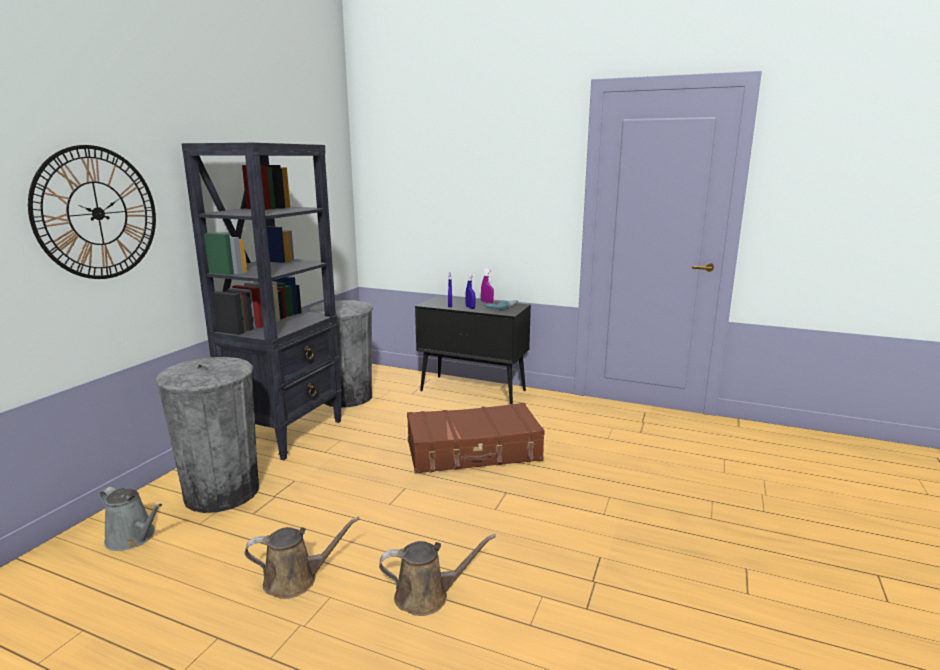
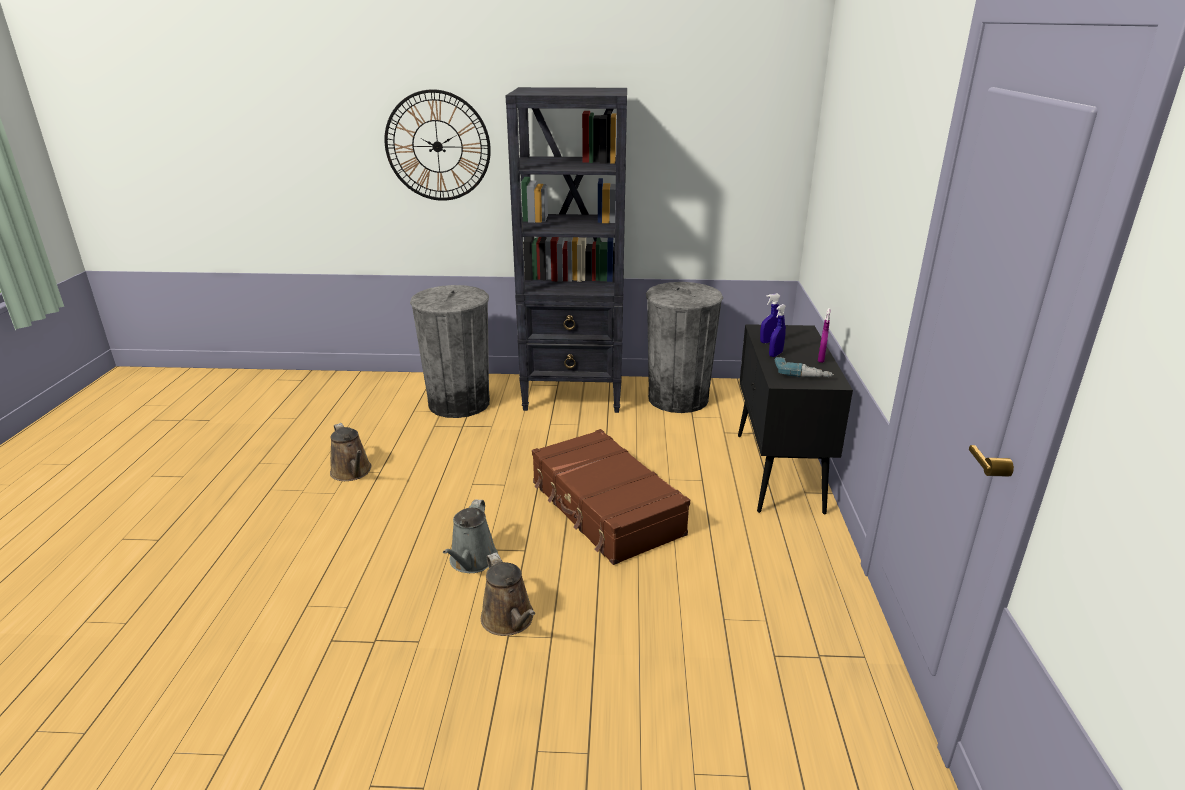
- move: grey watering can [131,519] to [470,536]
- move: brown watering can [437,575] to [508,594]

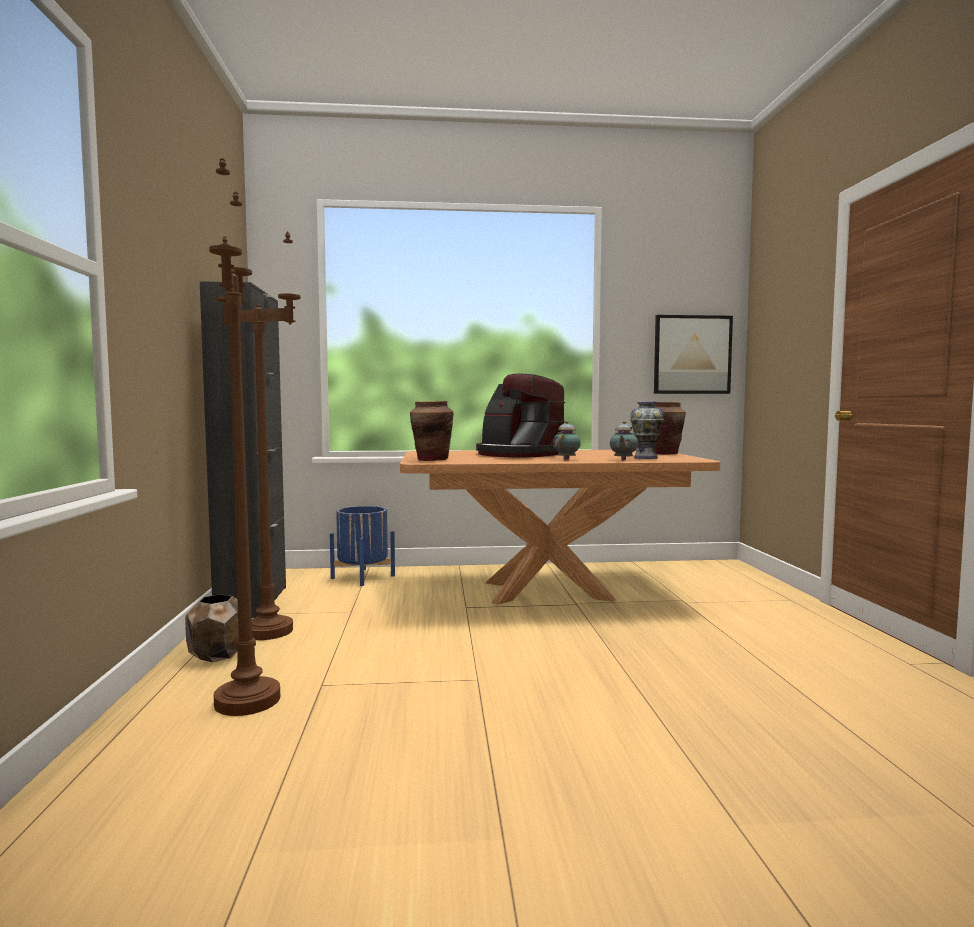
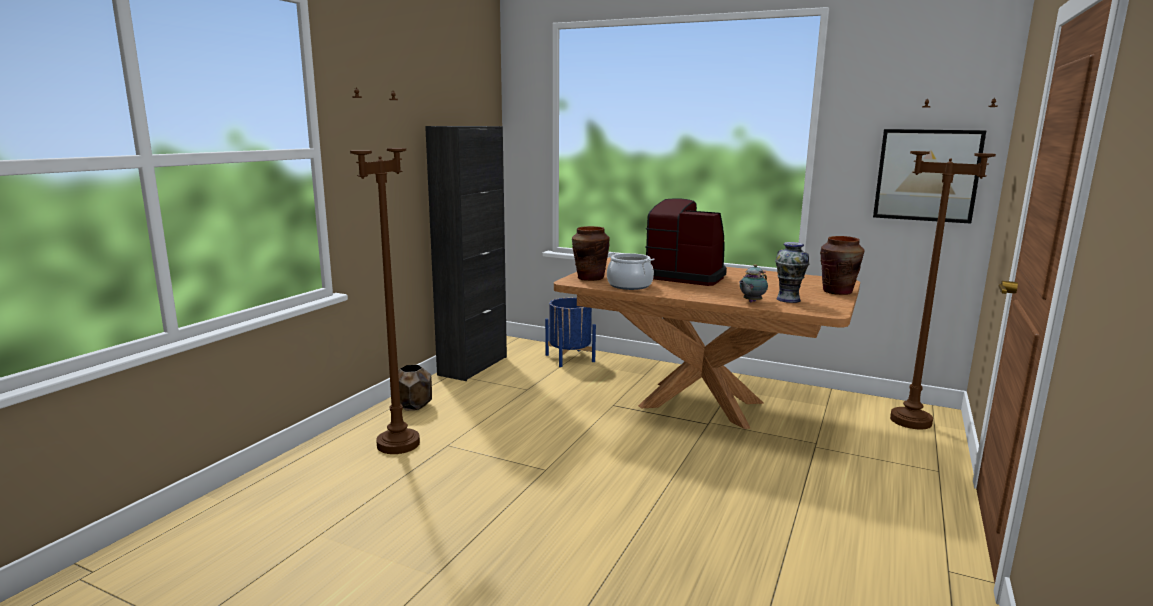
- delete: teapot [567,440]
- insert: cooking pot [630,271]
- move: brown floor lamp [258,436] to [944,263]
- rotate: coffee machine [520,416] = [686,242] 135 degrees clockwise

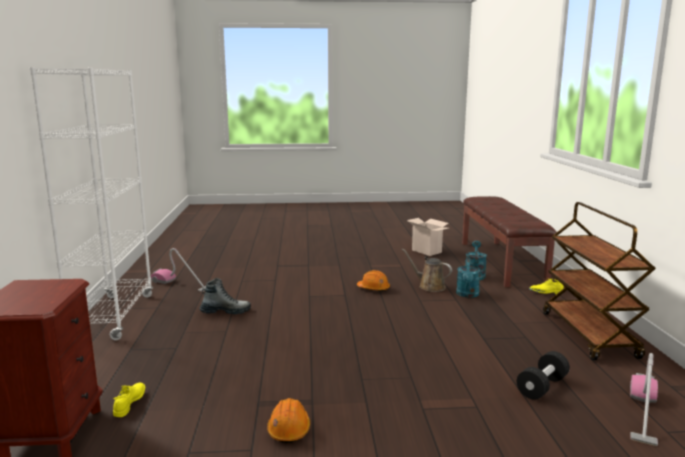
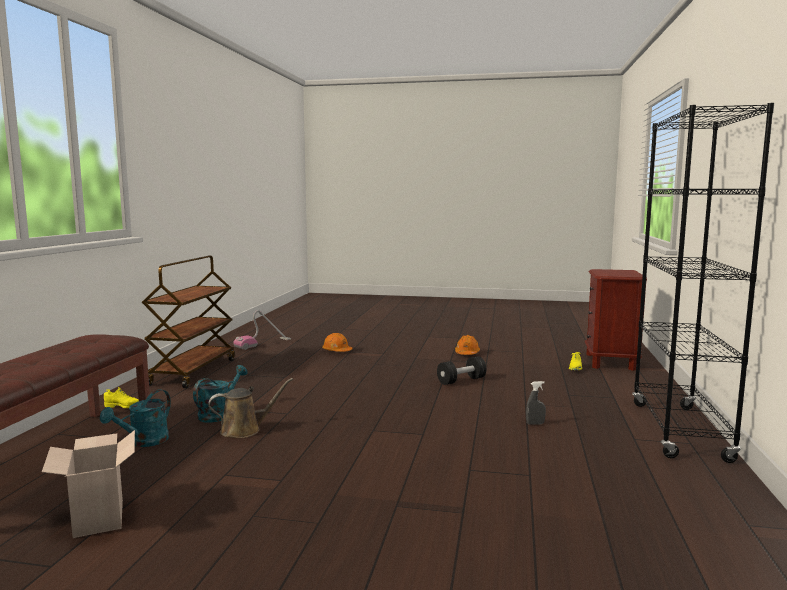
- delete: vacuum cleaner [178,270]
- move: orange hard hat [373,281] to [337,342]
- move: black dumbbell [543,375] to [461,370]
- replace: boot [225,296] to grey spray bottle [536,403]
- recolor: white bookcase [91,203] to black bookcase [703,283]
- rotate: brown watering can [427,270] = [251,408] 75 degrees counterclockwise

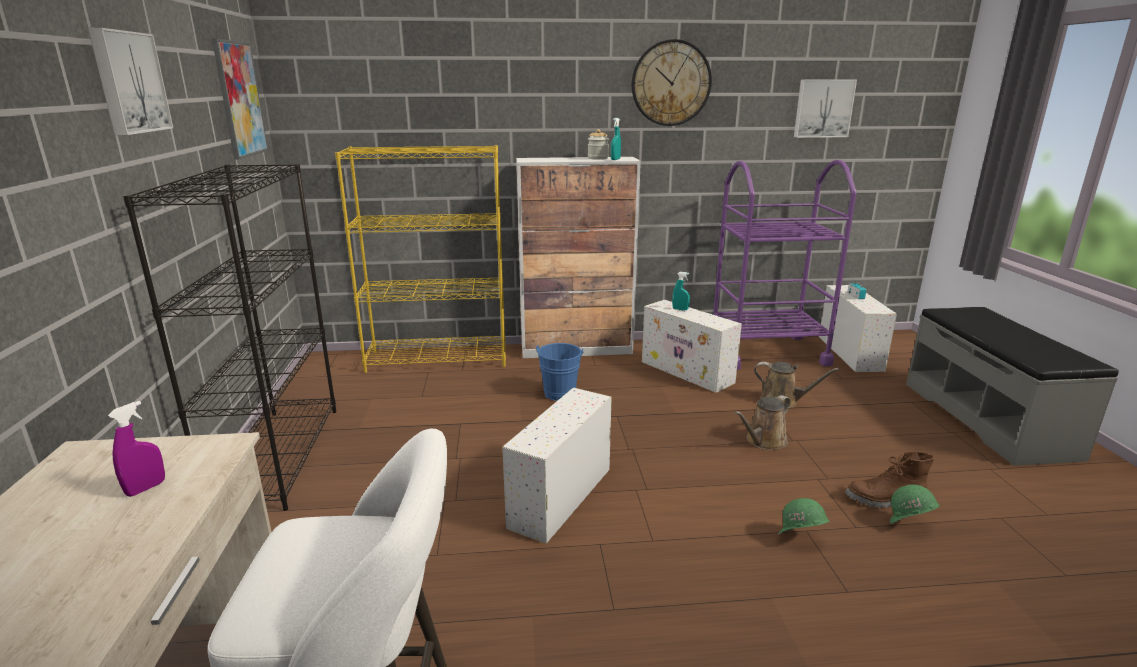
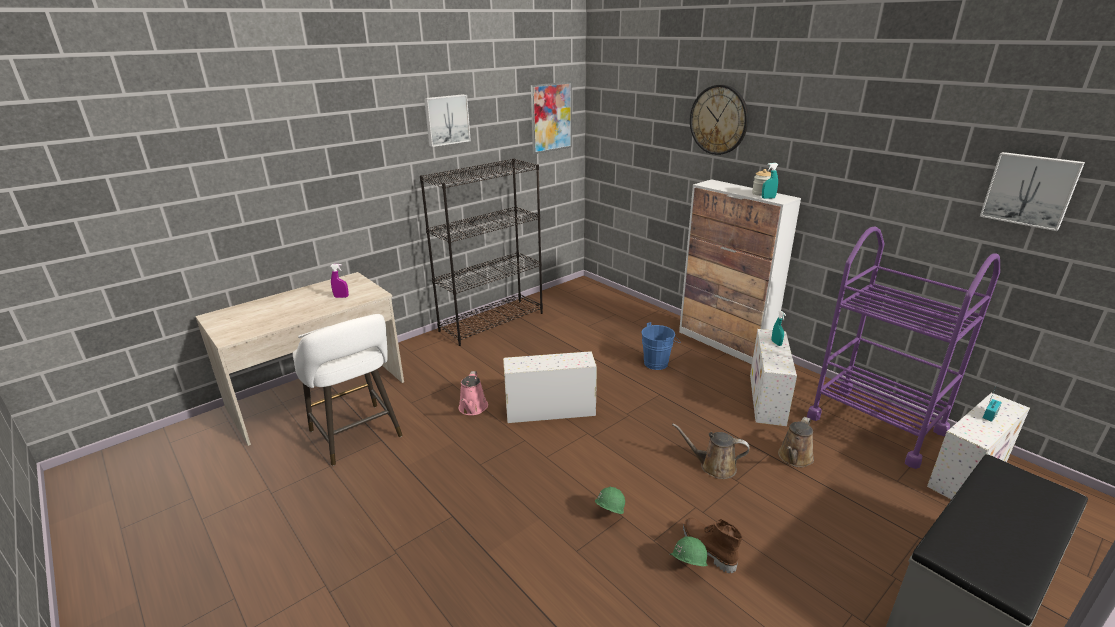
- delete: yellow bookcase [420,259]
- insert: pink watering can [473,393]
- move: wall clock [672,82] to [719,120]
- rotate: brown watering can [796,385] = [796,442] 45 degrees clockwise

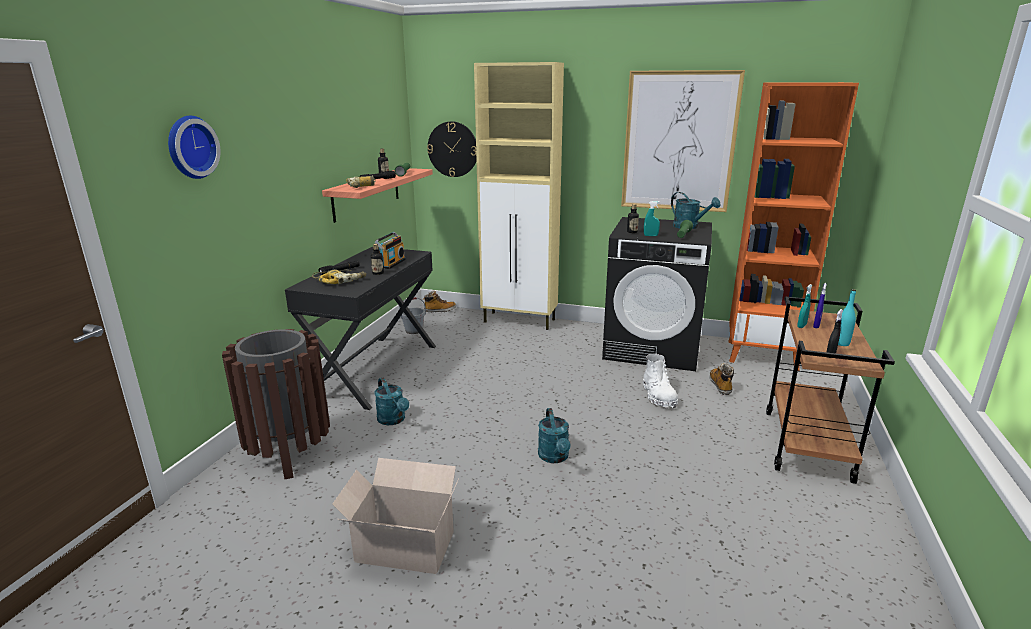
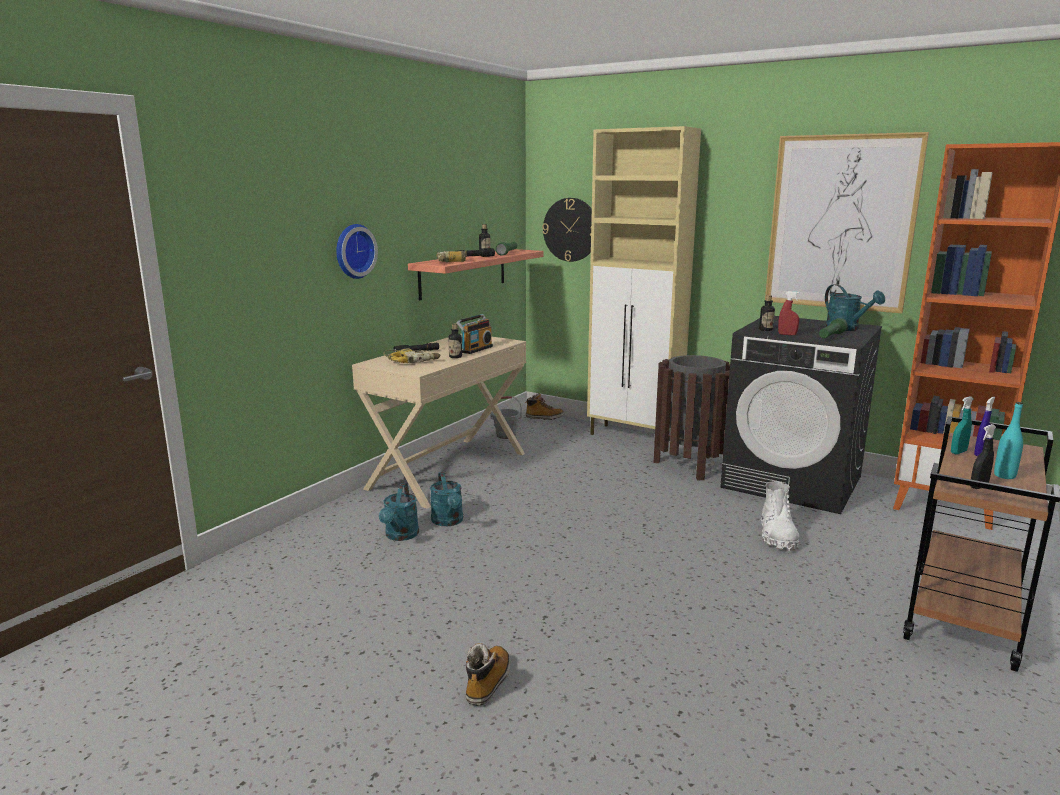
- delete: cardboard box [395,516]
- move: wall clock [194,147] to [357,251]
- move: brown trash can [276,404] to [692,417]
- move: turquoise watering can [554,435] to [399,512]
- move: boot [721,379] to [488,674]
- recolor: black desk [360,328] to beige desk [439,421]
- recolor: turquoise spray bottle [652,218] to red spray bottle [789,313]

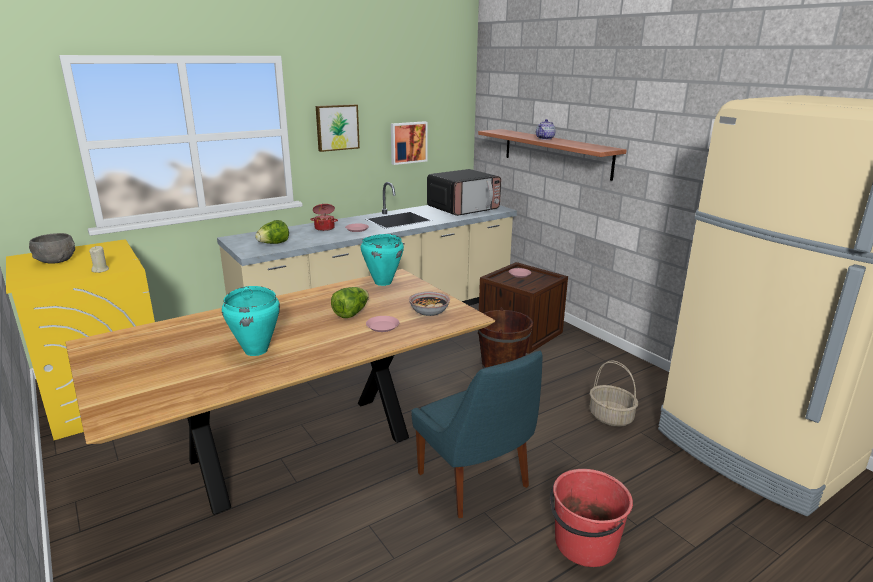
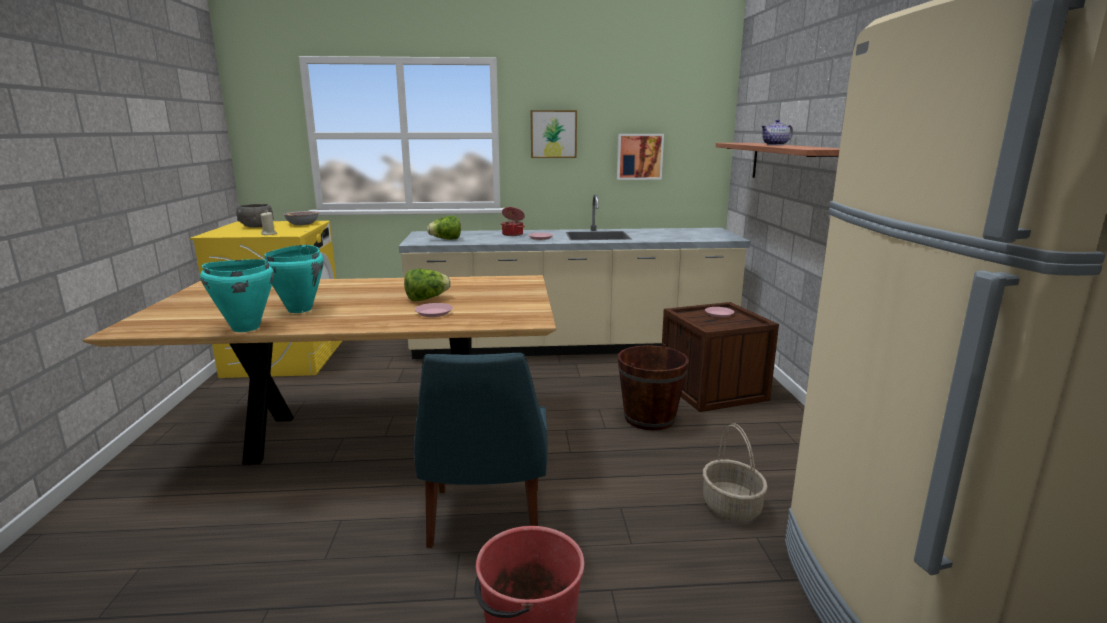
- delete: microwave [464,192]
- move: turquoise cooking pot [382,260] to [237,295]
- move: bowl [429,304] to [301,218]

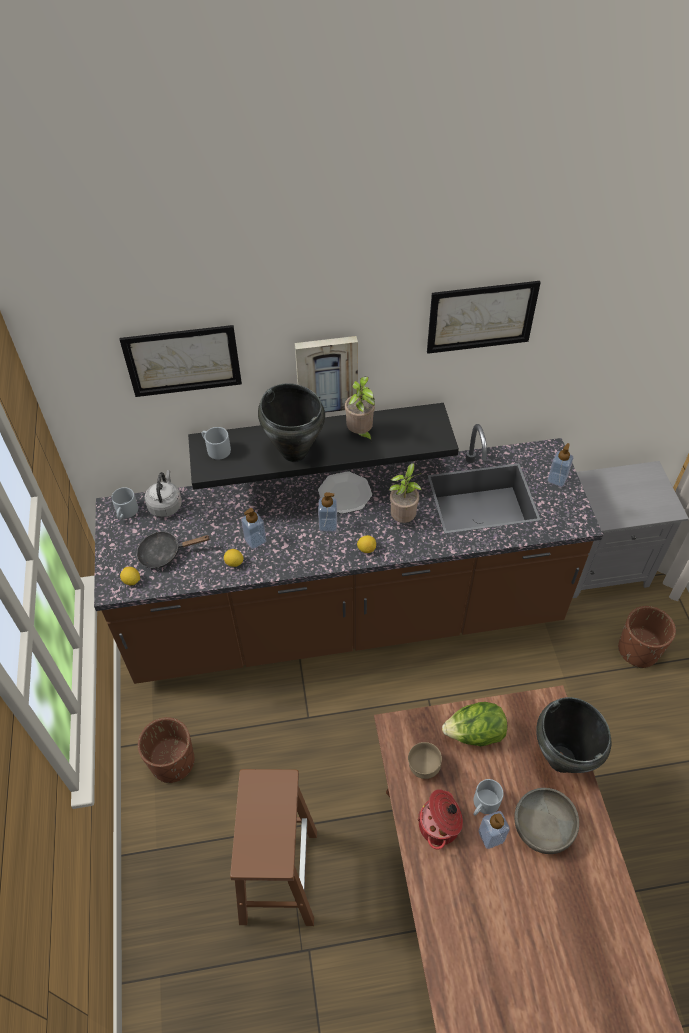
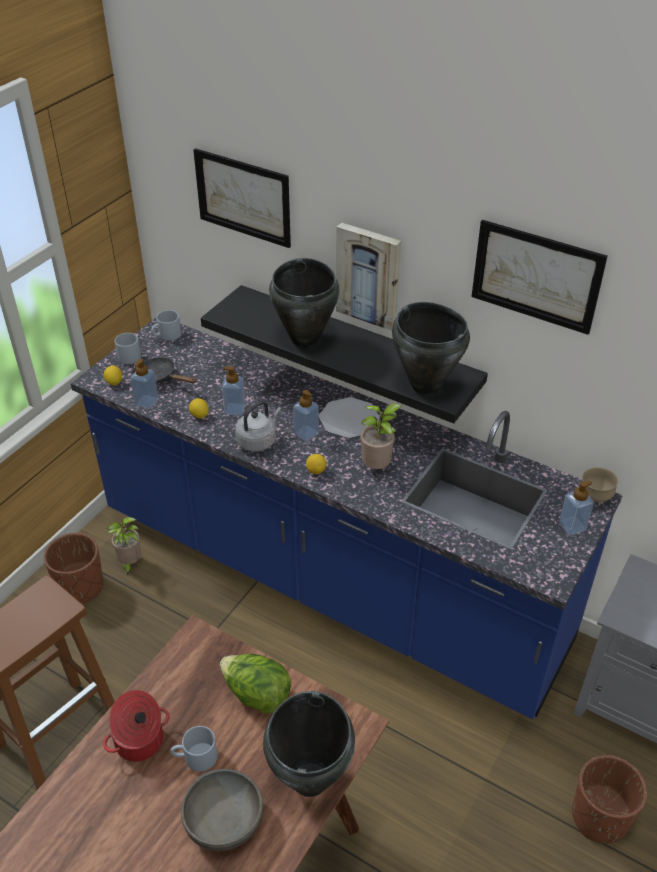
- insert: black cooking pot [431,348]
- move: grey kettle [163,493] to [258,426]
- move: grey mug [216,443] to [128,348]
- move: potted plant [360,410] to [124,546]
- move: brown bowl [425,760] to [600,484]
- move: soap dispenser [494,830] to [144,384]
- recolor: brown counter [348,554] to blue counter [346,518]

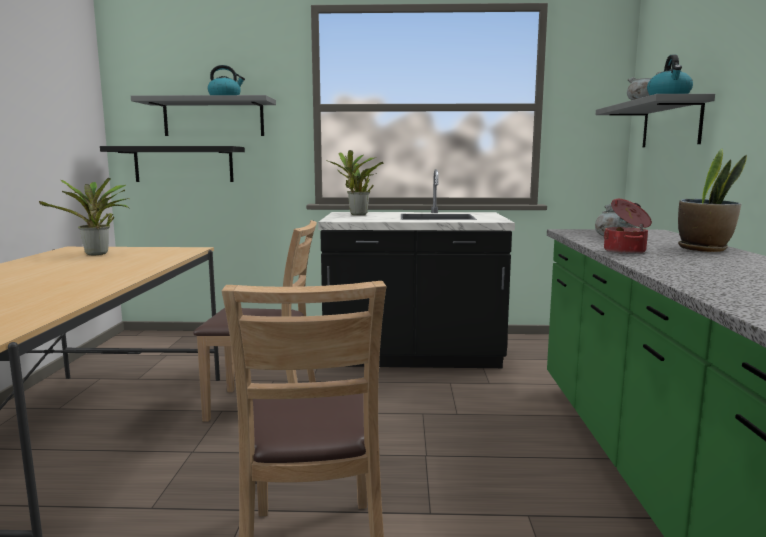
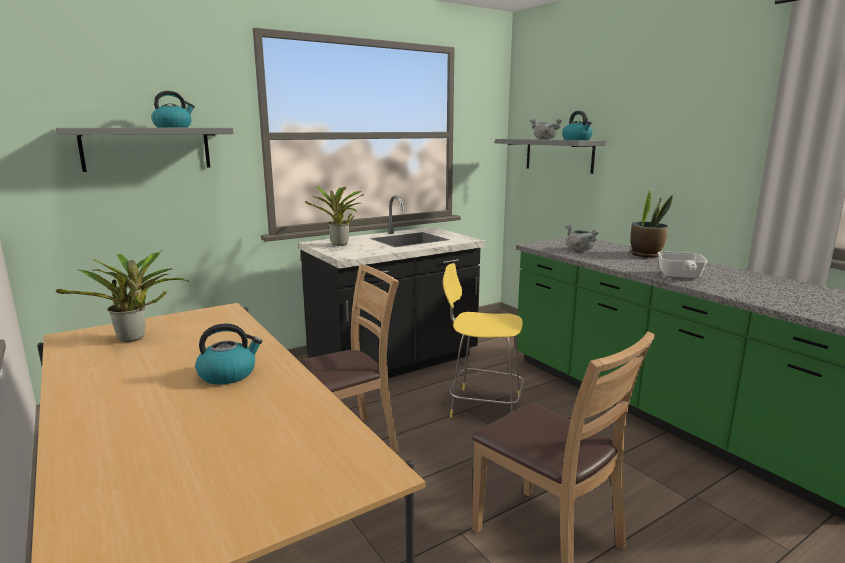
- delete: black shelf [172,164]
- delete: cooking pot [628,226]
- insert: kettle [228,354]
- insert: yellow stool [483,340]
- insert: frying pan [683,265]

